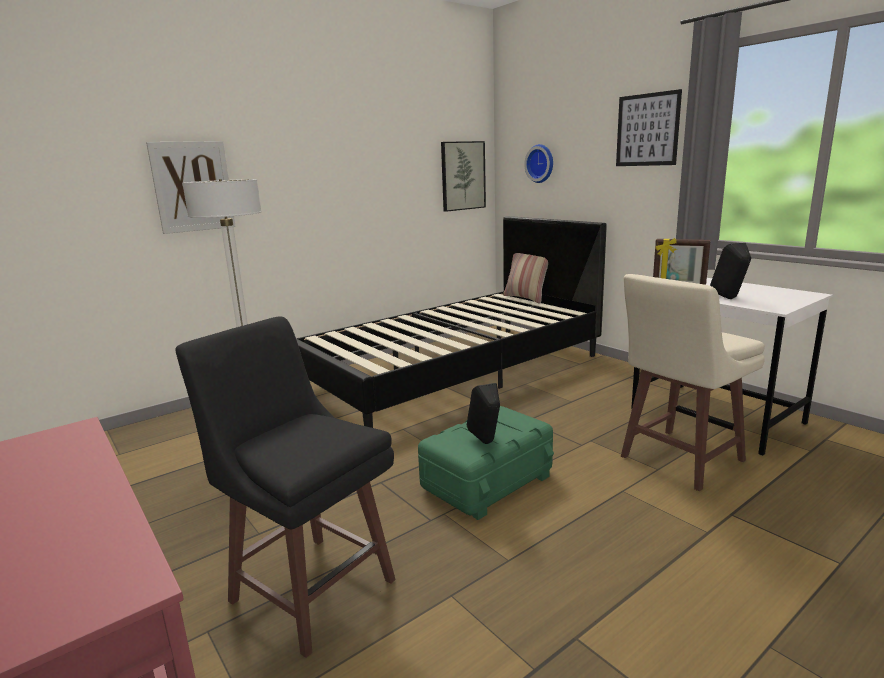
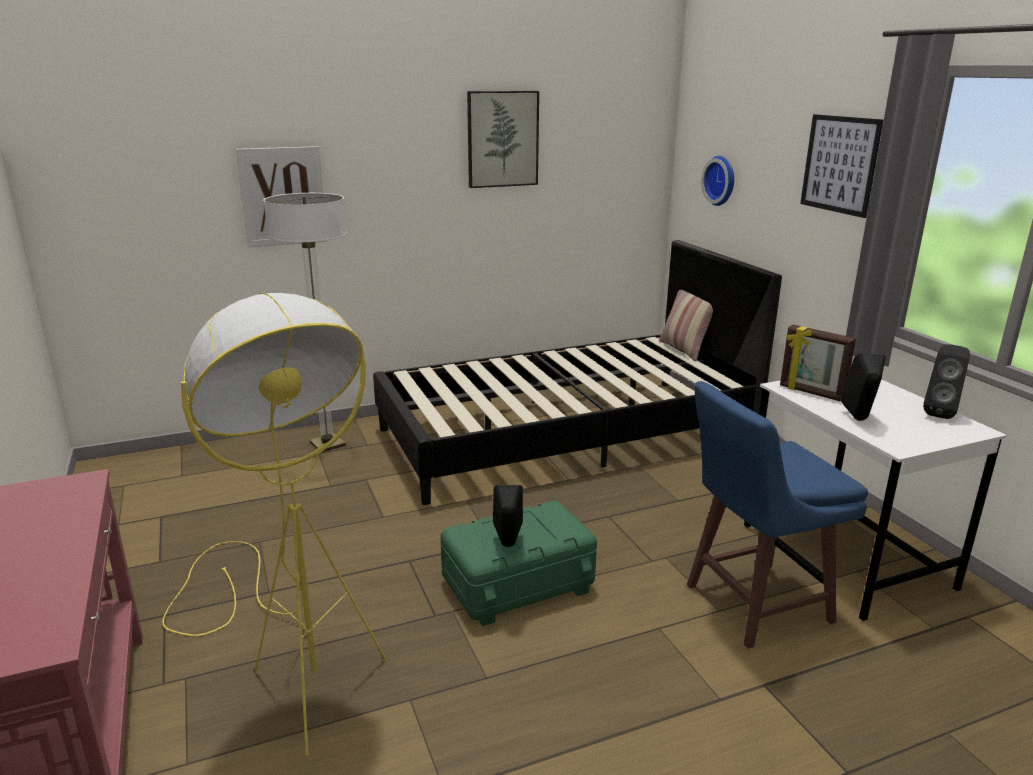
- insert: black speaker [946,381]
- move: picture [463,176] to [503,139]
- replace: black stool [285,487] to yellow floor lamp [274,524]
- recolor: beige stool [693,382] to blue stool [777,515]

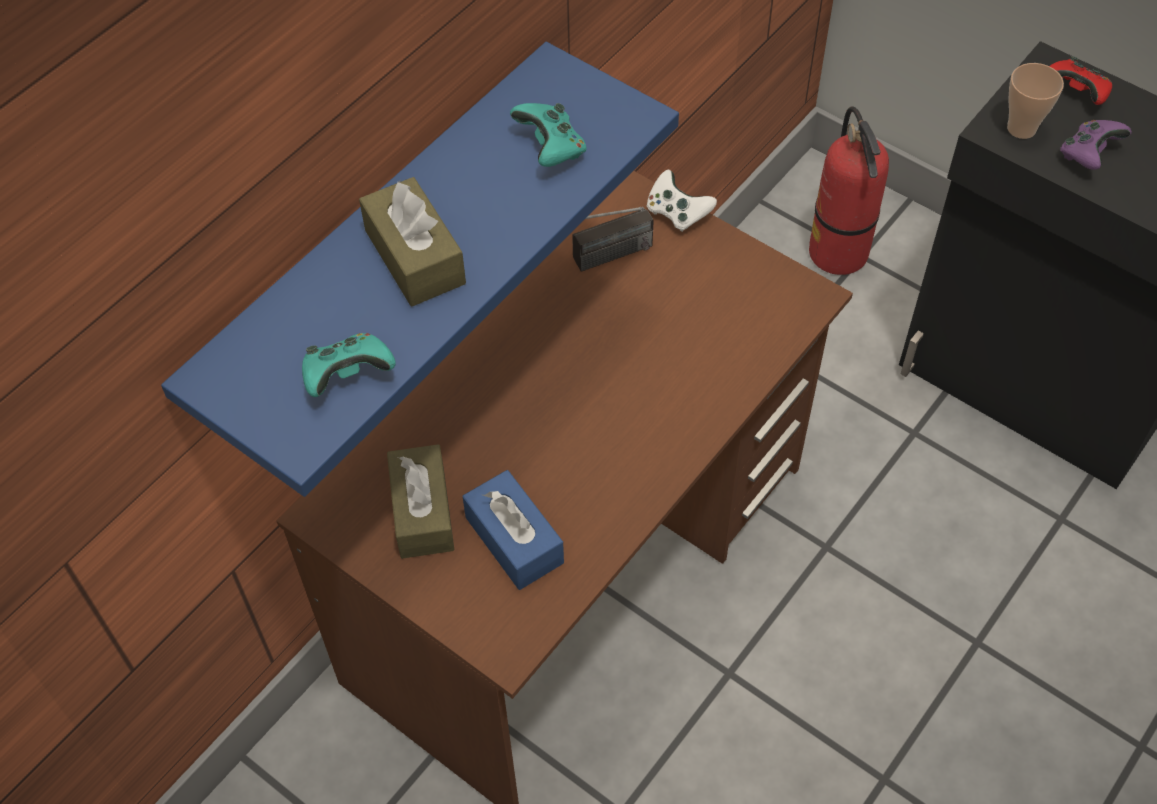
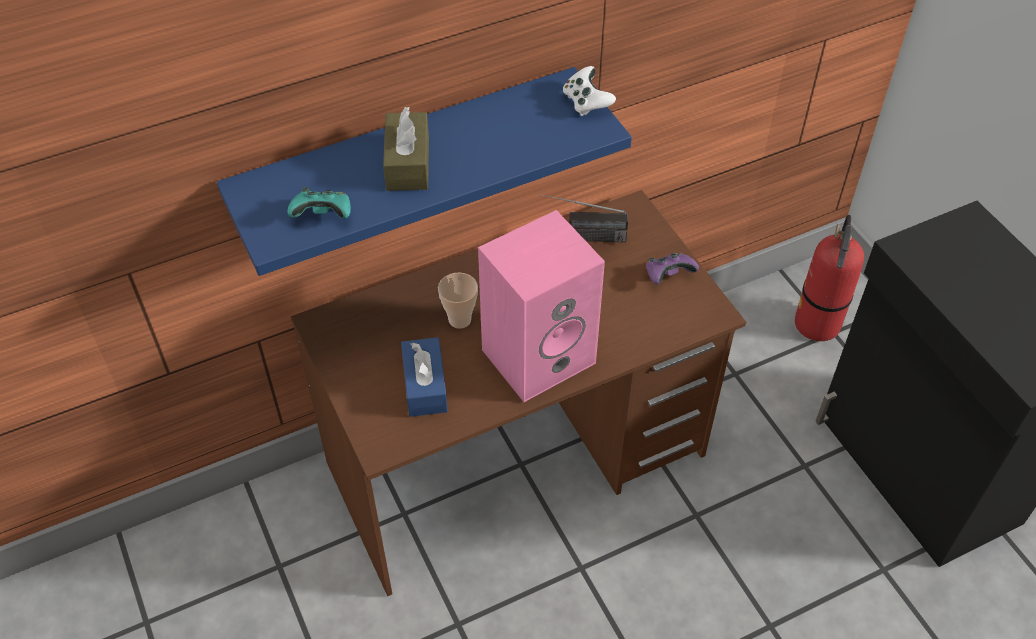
- delete: brown tissue box [420,501]
- delete: turquoise game controller [548,135]
- delete: red game controller [1081,80]
- insert: pink speaker [541,306]
- move: white game controller [682,201] to [589,91]
- move: cup [1035,101] to [458,301]
- move: purple game controller [1096,145] to [672,268]

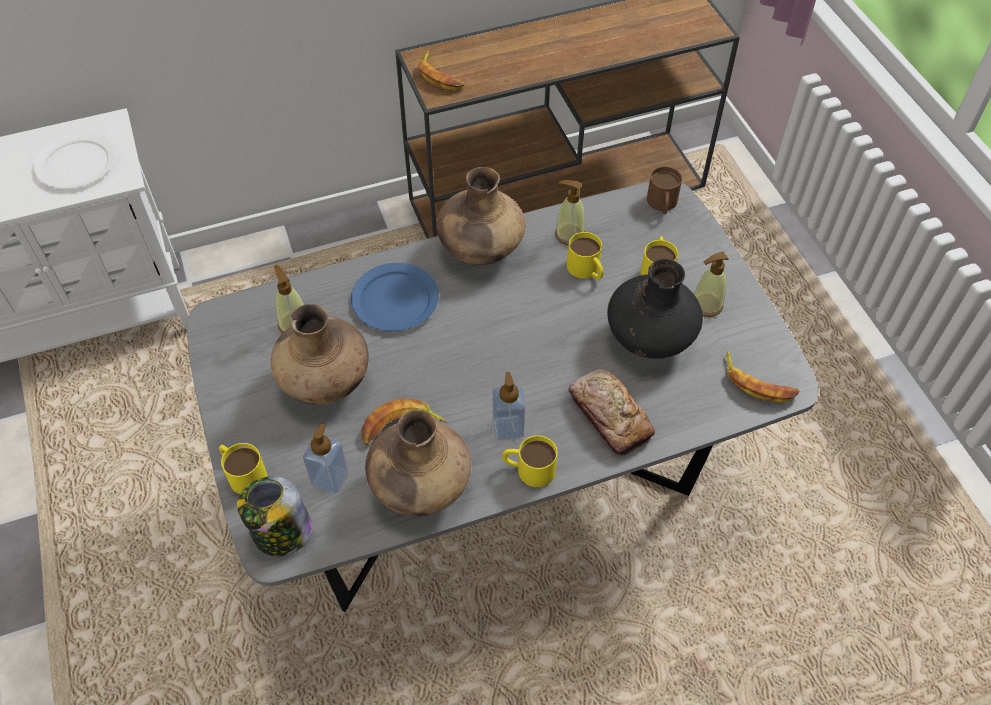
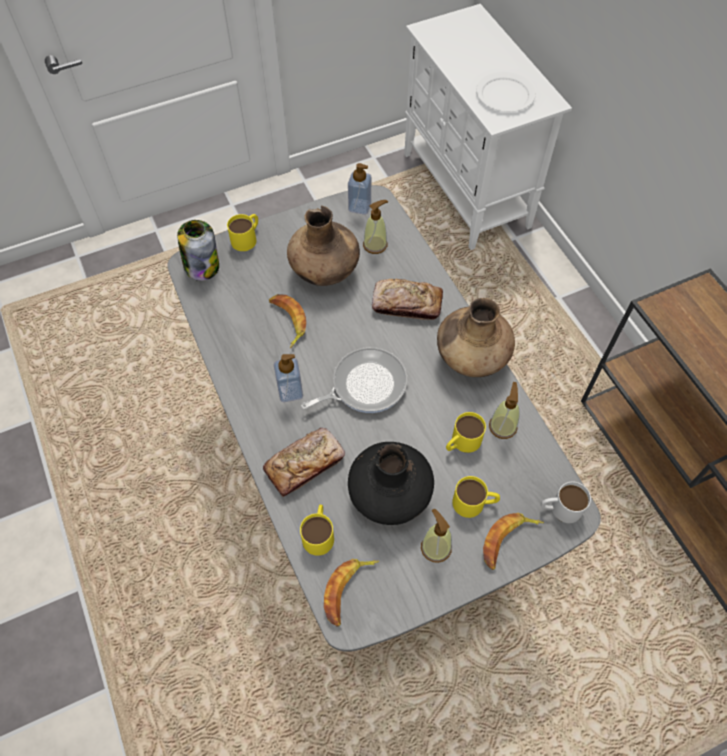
- delete: brown vase [418,463]
- insert: frying pan [354,380]
- move: soap dispenser [325,458] to [359,189]
- move: banana [441,70] to [513,541]
- move: yellow mug [529,461] to [317,530]
- replace: blue plate [395,297] to bread [407,299]
- recolor: brown mug [664,190] to white mug [566,502]

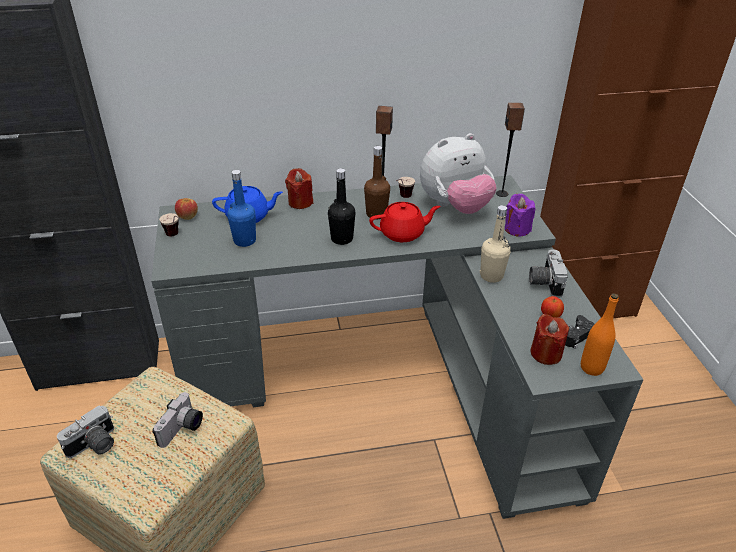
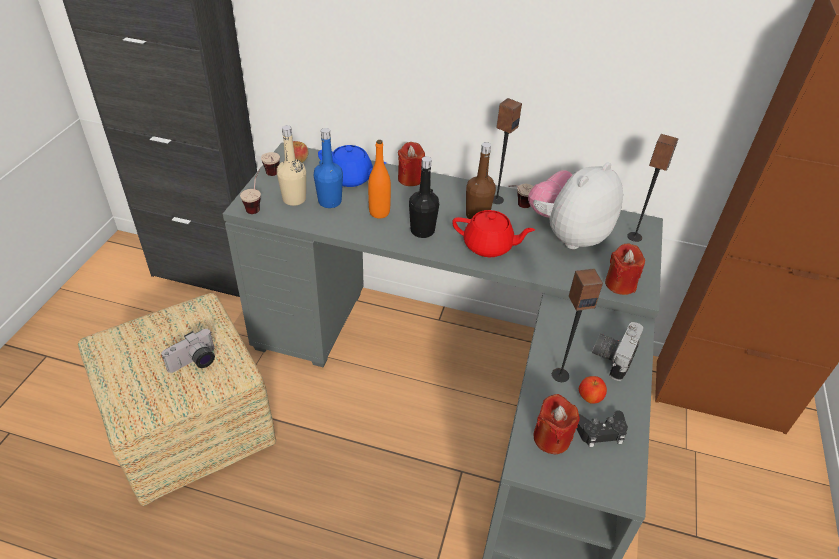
- delete: photo camera [85,432]
- insert: cup [250,191]
- insert: speaker [577,325]
- move: beige bottle [495,244] to [291,165]
- move: orange bottle [600,335] to [379,179]
- recolor: purple candle [520,215] to red candle [625,269]
- rotate: plush toy [458,173] = [575,205] 135 degrees clockwise

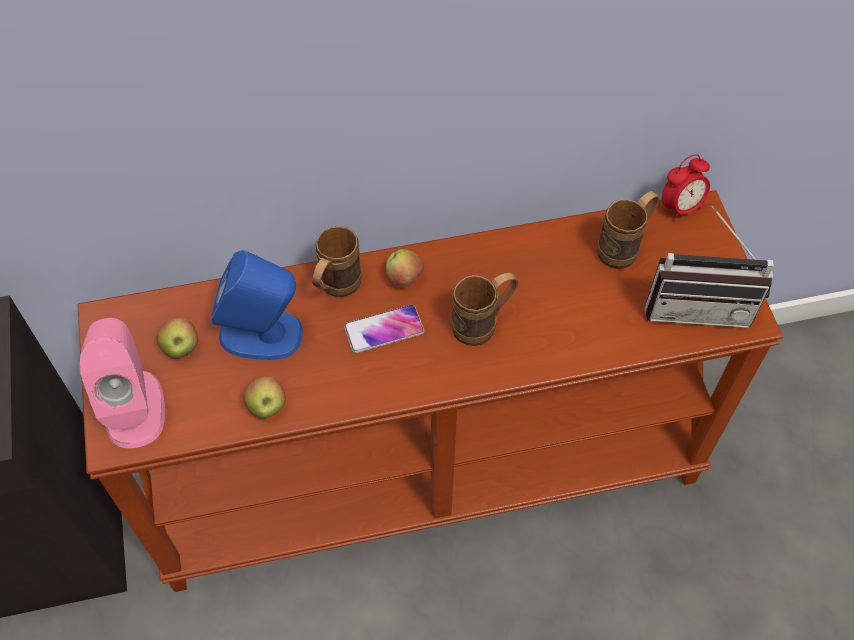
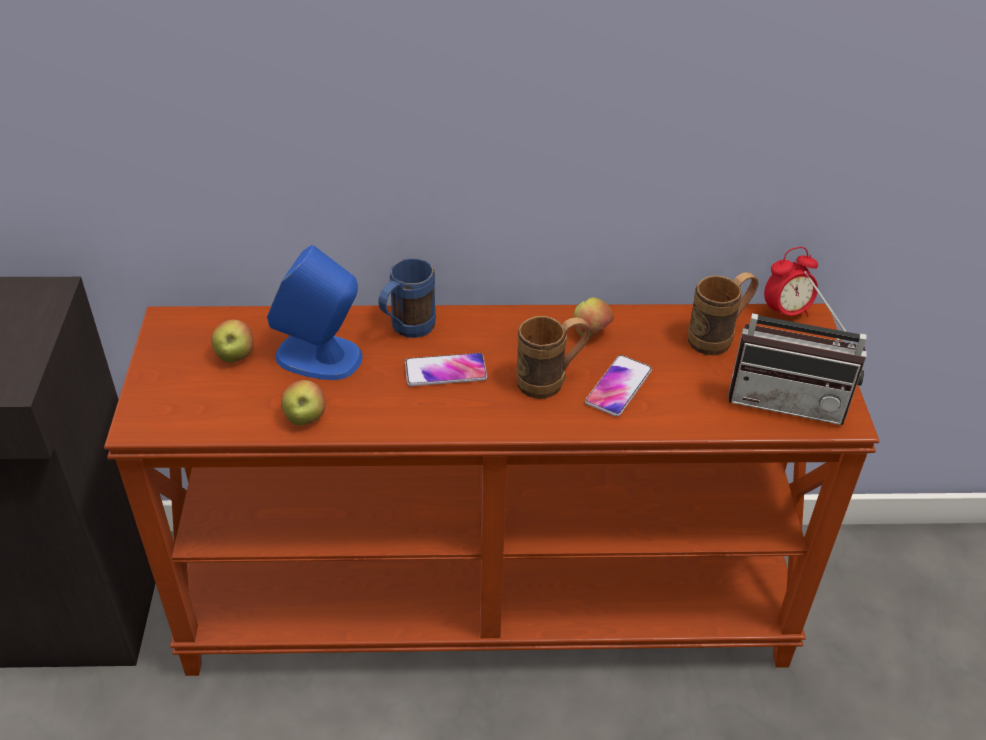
- delete: pink speaker [122,383]
- insert: phone [618,386]
- move: apple [405,268] to [593,317]
- recolor: brown mug [337,261] to blue mug [407,298]

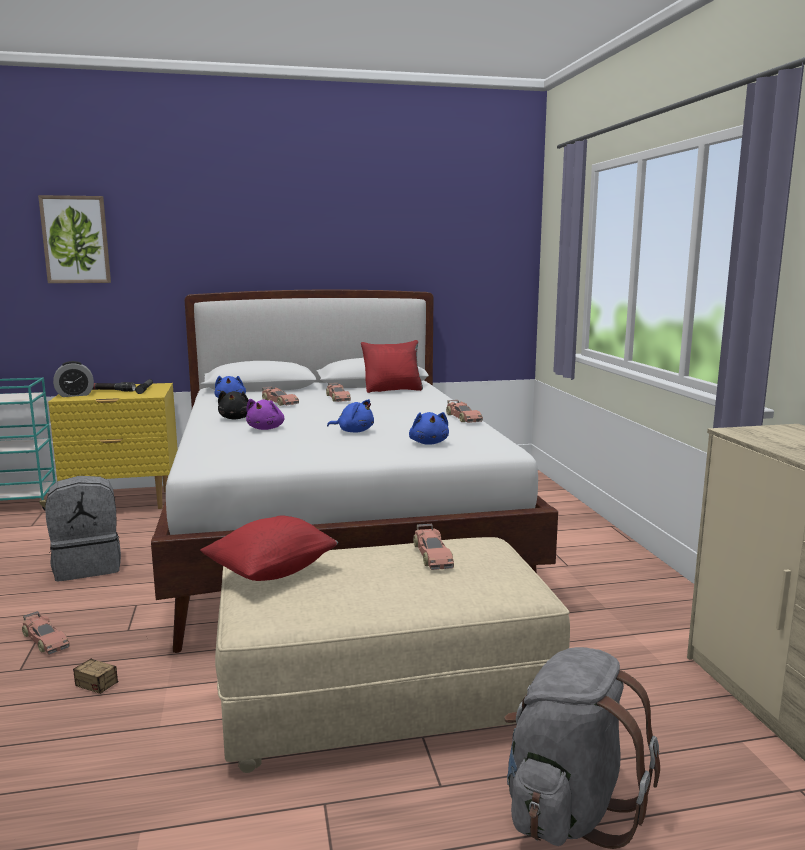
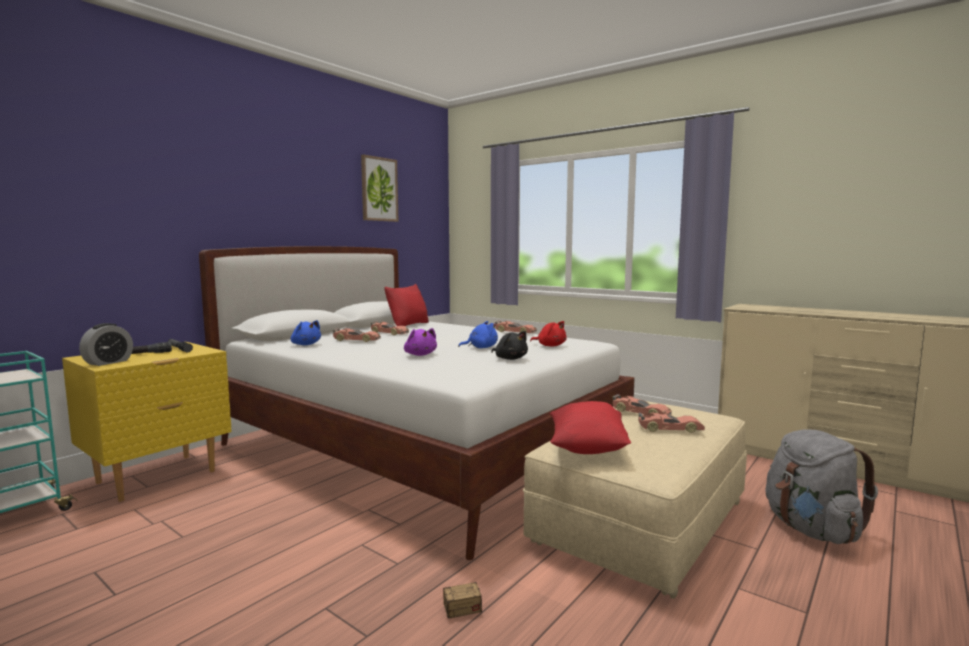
- delete: grey backpack [83,528]
- move: toy car [46,633] to [671,423]
- move: picture [74,239] to [379,188]
- move: black plush toy [233,405] to [509,345]
- recolor: blue plush toy [429,428] to red plush toy [548,334]

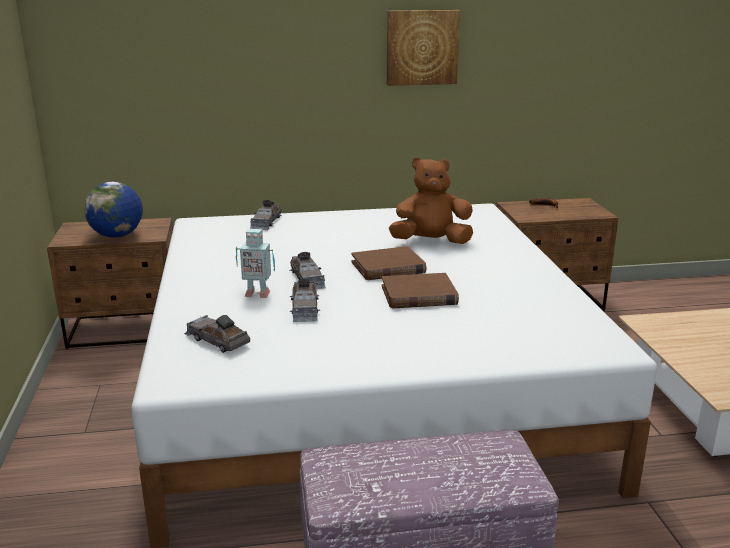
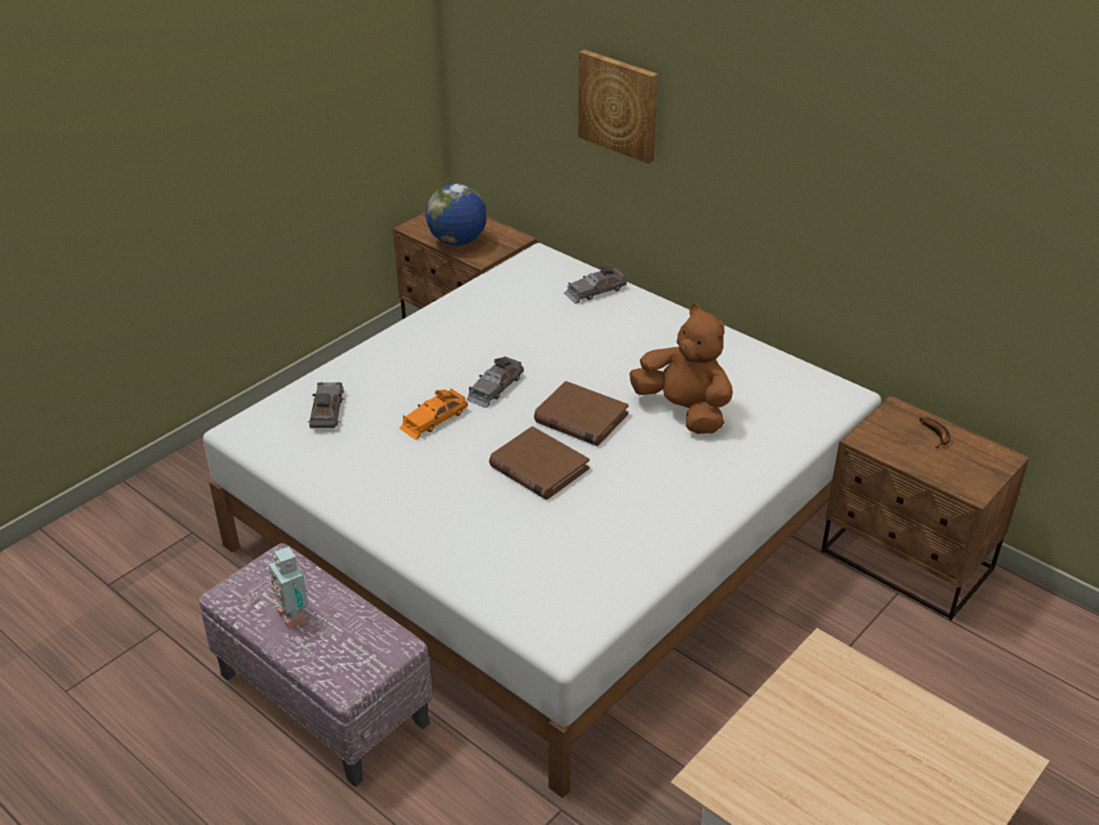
- move: toy robot [255,263] to [288,588]
- move: picture [423,48] to [618,106]
- recolor: grey toy car [304,300] to orange toy car [433,414]

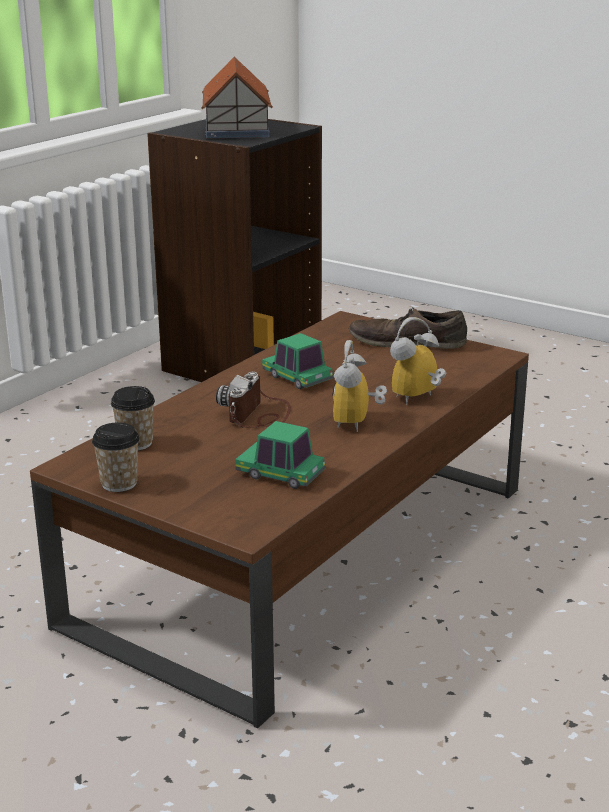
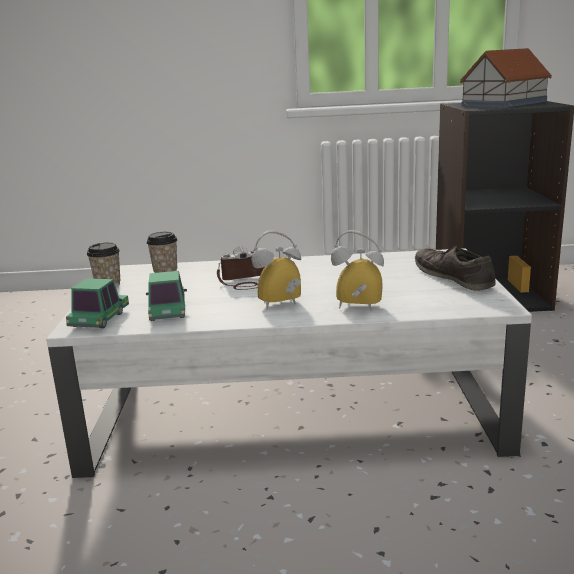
- move: toy car [297,361] to [97,303]
- recolor: brown coffee table [279,520] to white coffee table [289,363]

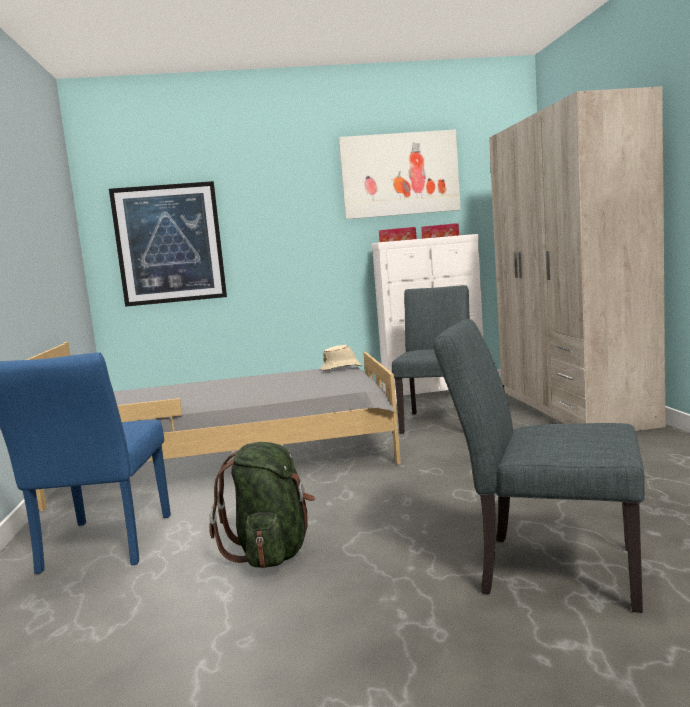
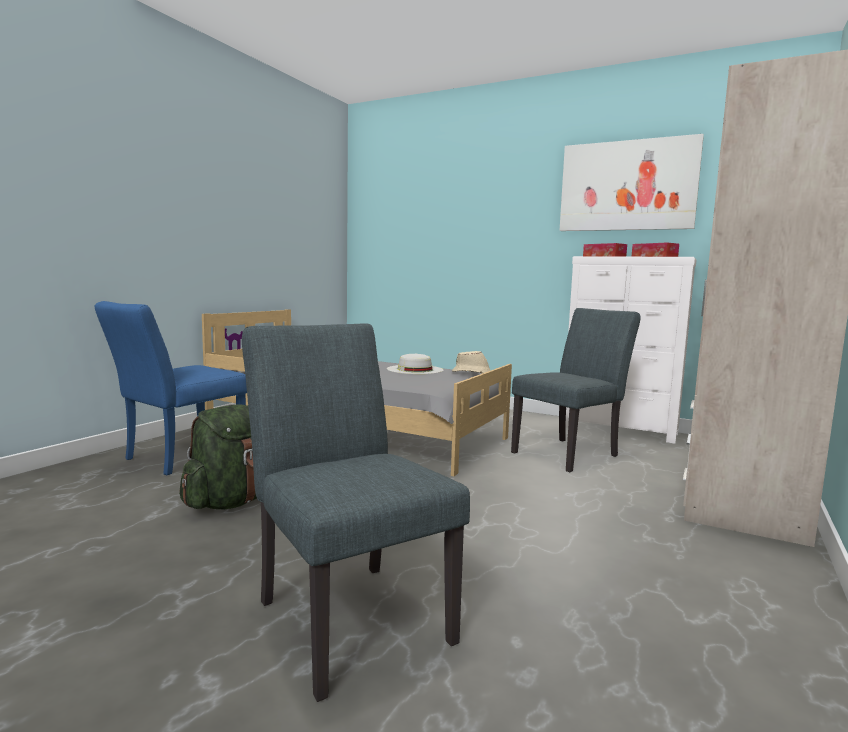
- delete: picture [168,244]
- insert: white hat [415,364]

